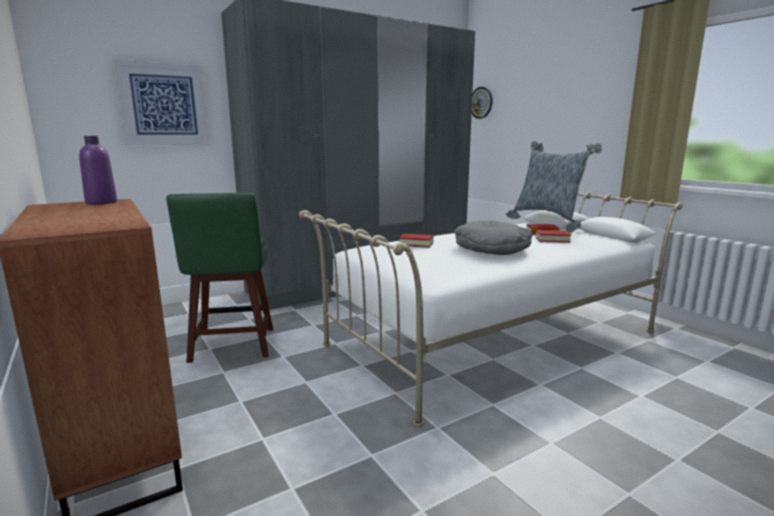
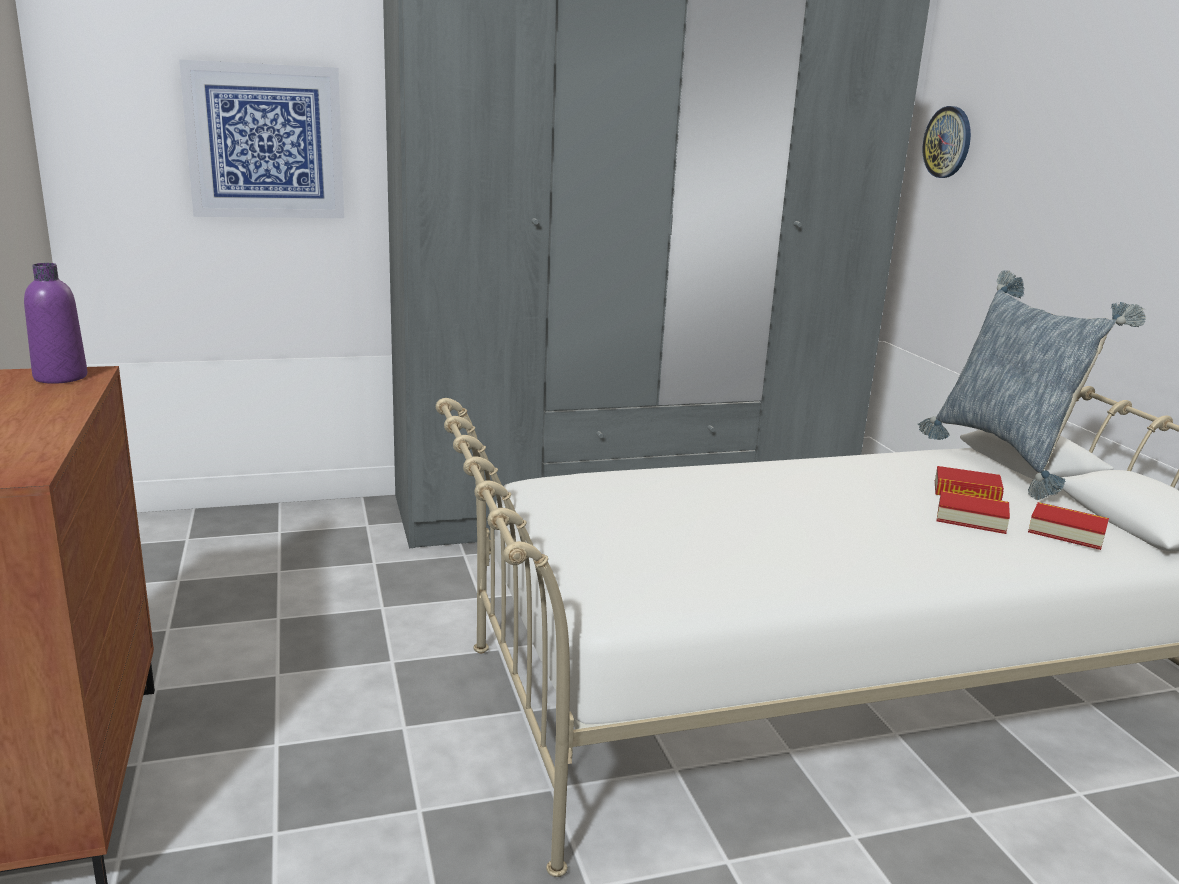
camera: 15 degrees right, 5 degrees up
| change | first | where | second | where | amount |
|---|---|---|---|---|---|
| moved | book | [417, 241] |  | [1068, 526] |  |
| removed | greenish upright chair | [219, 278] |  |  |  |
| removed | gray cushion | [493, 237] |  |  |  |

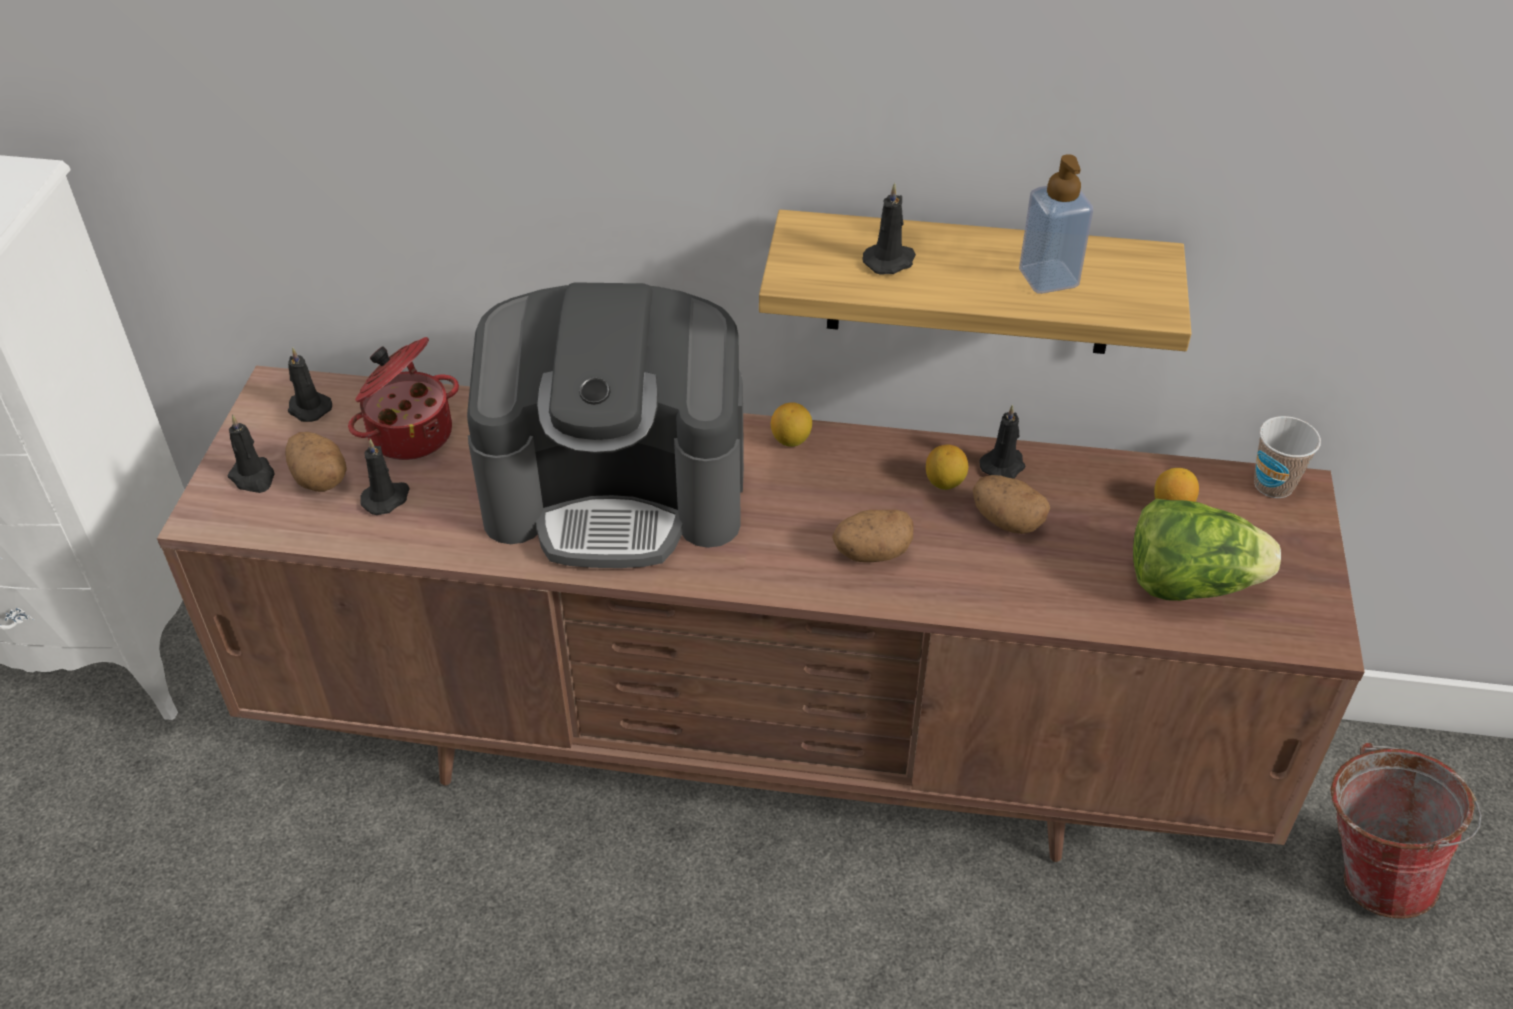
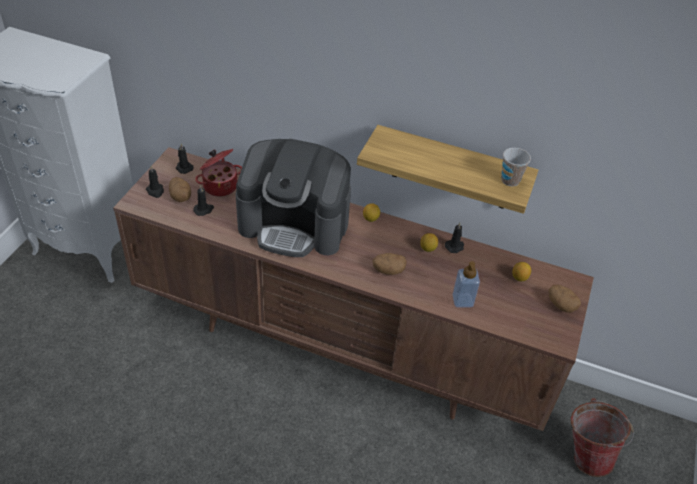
camera: 10 degrees right, 0 degrees up
| change | first | where | second | where | amount |
|---|---|---|---|---|---|
| moved | liquid soap bottle | [1056, 224] |  | [466, 284] |  |
| moved | drinking cup | [1287, 457] |  | [516, 167] |  |
| moved | spud | [1011, 504] |  | [565, 299] |  |
| removed | black-coloured candle | [889, 229] |  |  |  |
| removed | head of lettuce | [1207, 550] |  |  |  |

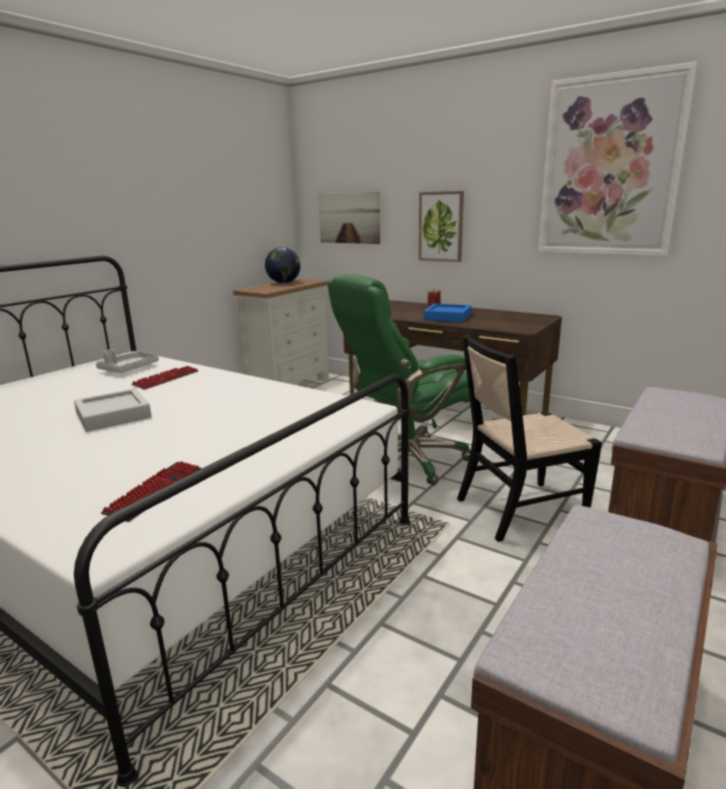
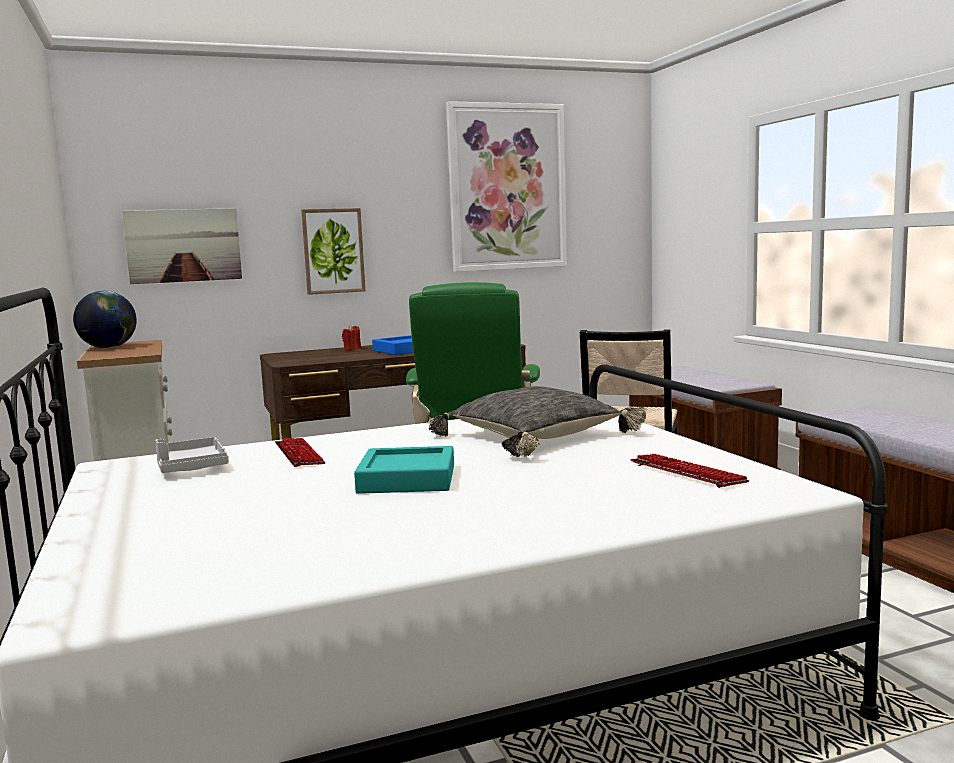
camera: 55 degrees left, 10 degrees down
| change | first | where | second | where | amount |
|---|---|---|---|---|---|
| recoloured | gray serving tray | [113, 410] | turquoise serving tray | [404, 470] |  |
| added |  |  | cushion | [537, 421] |  |

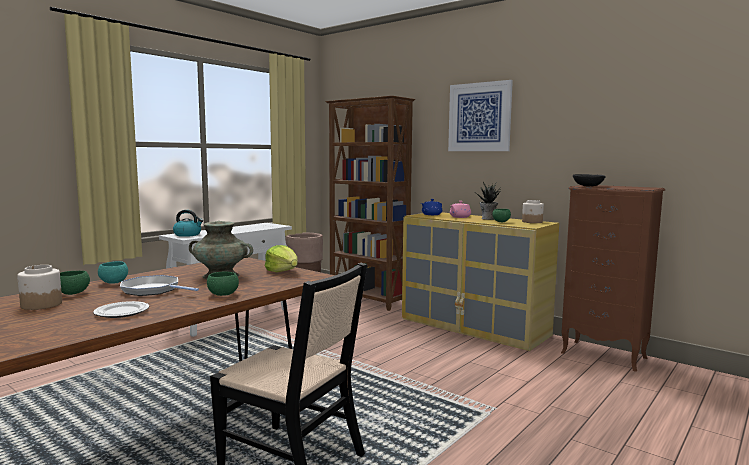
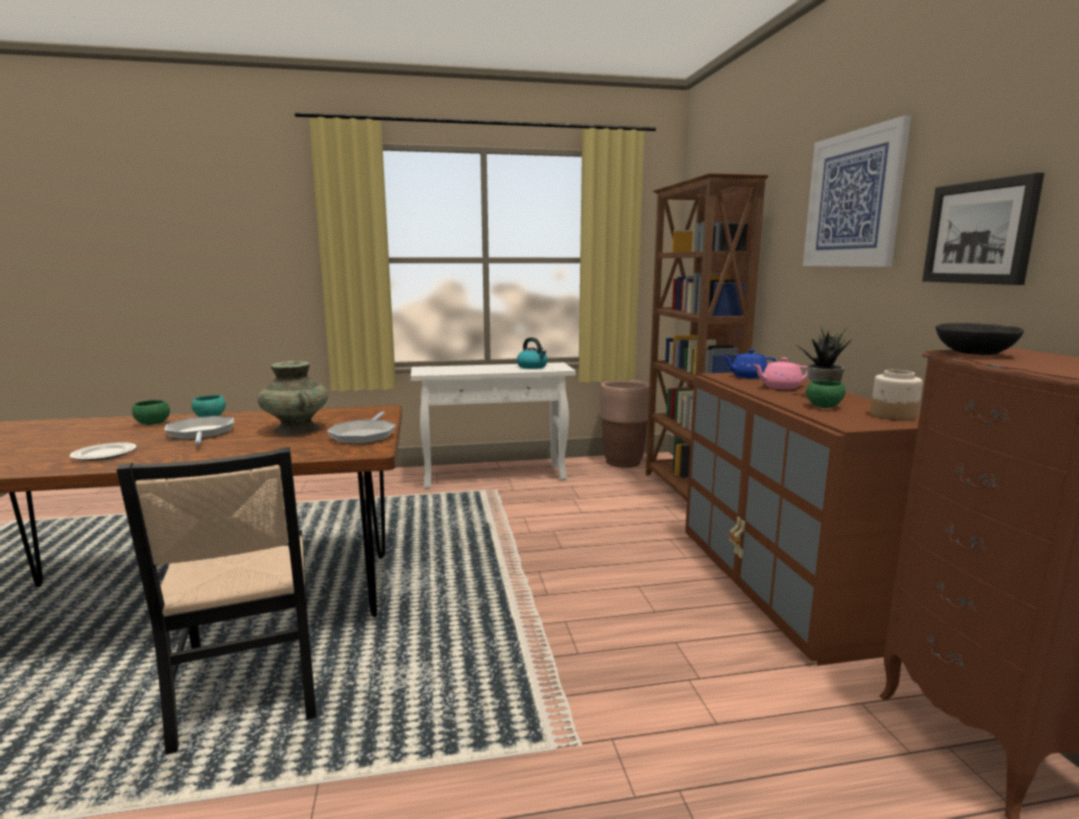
camera: 40 degrees right, 5 degrees up
| change | first | where | second | where | amount |
|---|---|---|---|---|---|
| replaced | head of lettuce | [281, 258] | pan | [361, 428] |  |
| moved | kettle | [188, 223] |  | [532, 353] |  |
| recoloured | yellow cupboard | [480, 281] | brown cupboard | [802, 519] |  |
| added |  |  | wall art | [983, 229] |  |
| removed | storage jar | [39, 287] |  |  |  |
| removed | greenish deep dish | [223, 284] |  |  |  |

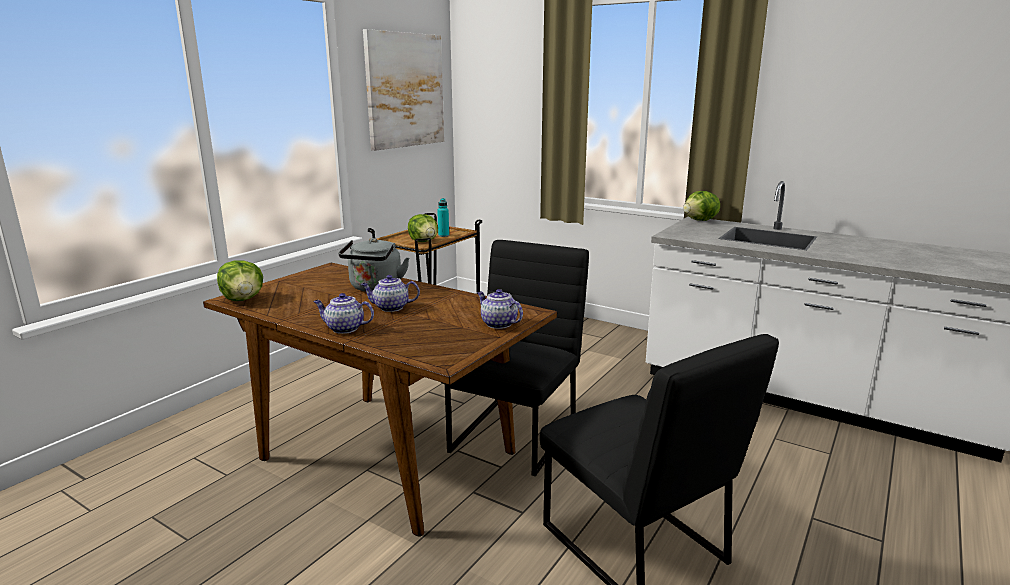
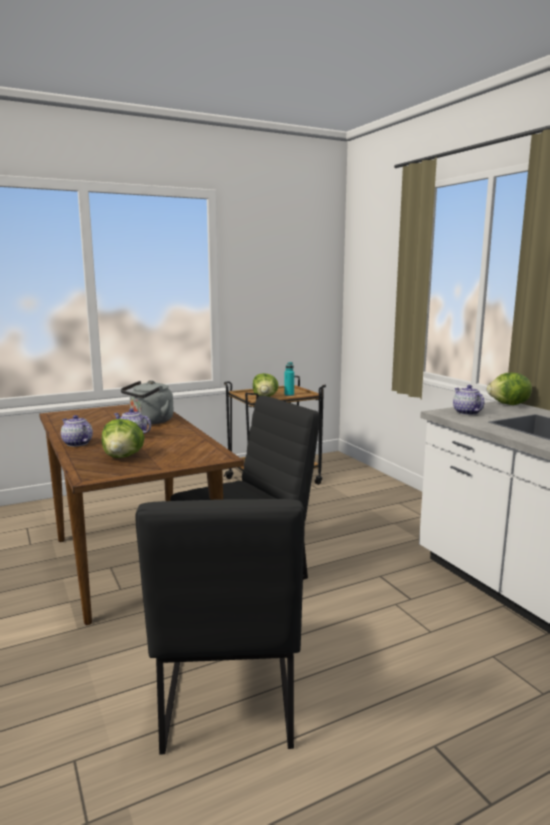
camera: 30 degrees right, 5 degrees down
| change | first | where | second | where | amount |
|---|---|---|---|---|---|
| moved | head of lettuce | [240, 281] |  | [123, 438] |  |
| moved | tea pot | [500, 309] |  | [468, 400] |  |
| removed | wall art | [403, 90] |  |  |  |

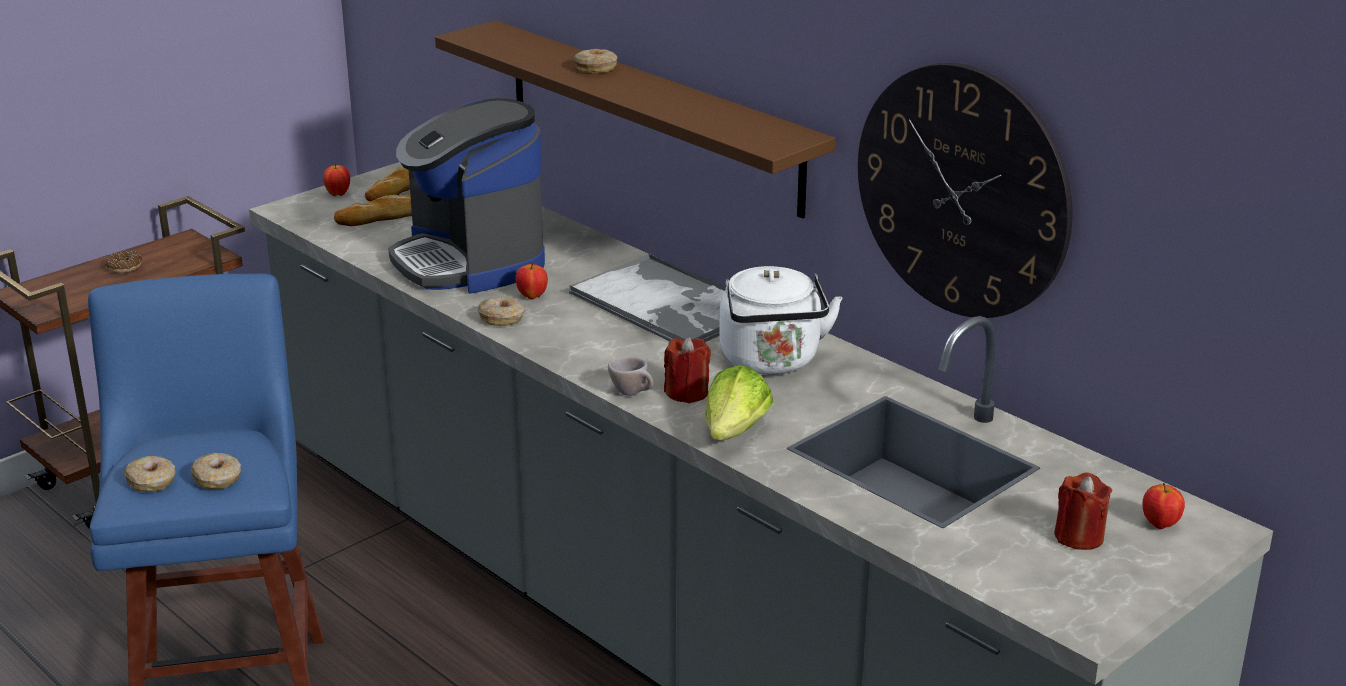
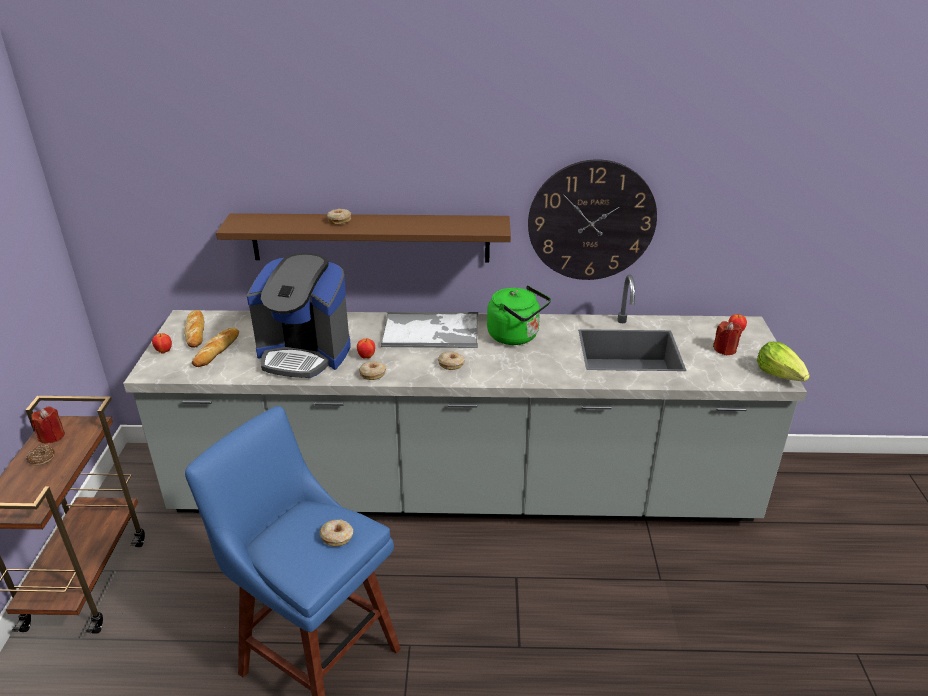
camera: 45 degrees left, 5 degrees up
| change | first | where | second | where | amount |
|---|---|---|---|---|---|
| moved | reddish candle | [687, 370] |  | [48, 425] |  |
| moved | doughnut | [150, 474] |  | [451, 360] |  |
| recoloured | whitish kettle | [781, 320] | greenish kettle | [519, 315] |  |
| moved | head of lettuce | [739, 403] |  | [783, 361] |  |
| removed | sand-coloured drinking cup | [631, 376] |  |  |  |

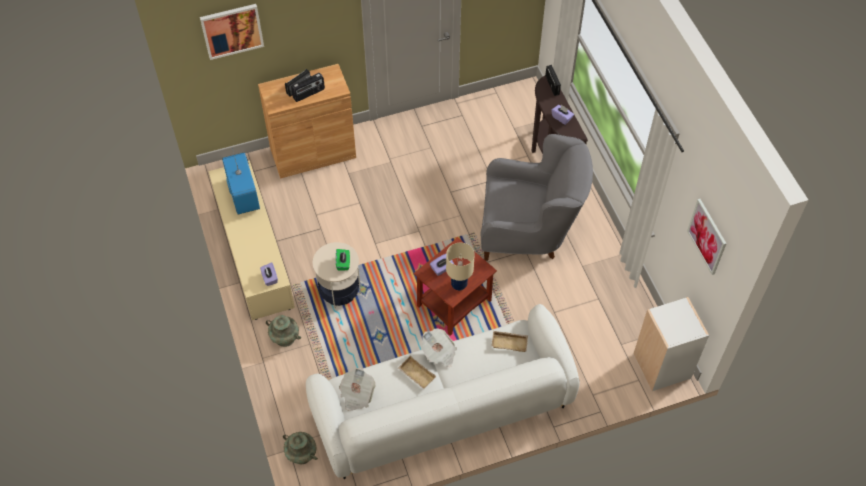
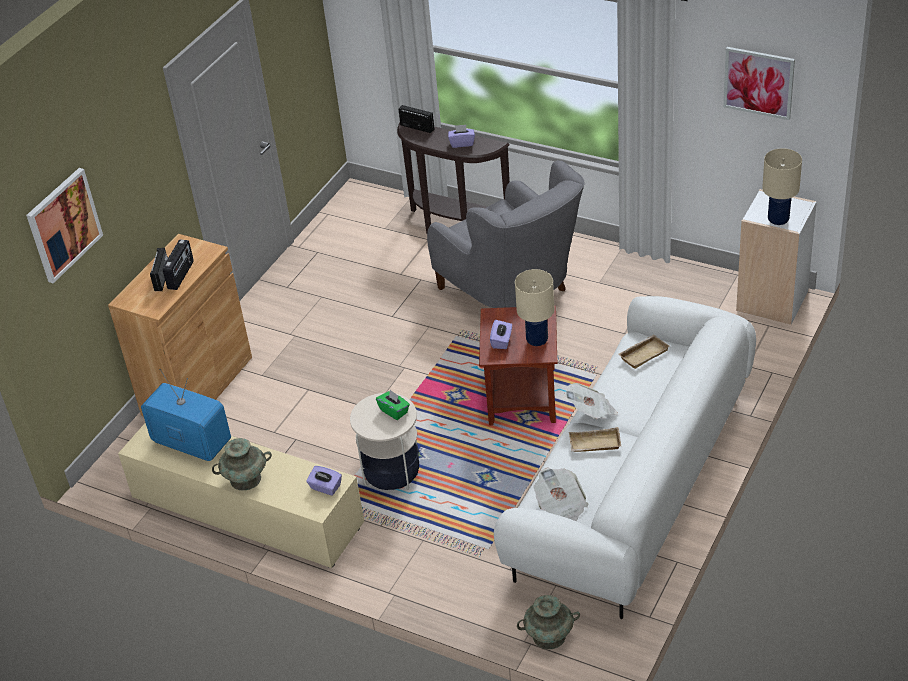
camera: 40 degrees left, 15 degrees down
| change | first | where | second | where | amount |
|---|---|---|---|---|---|
| moved | turquoise flower vase | [283, 331] |  | [242, 464] |  |
| turned | gray lounge chair | [537, 197] |  | [506, 234] | 90 degrees clockwise |
| added |  |  | sand-coloured table lamp | [782, 186] |  |

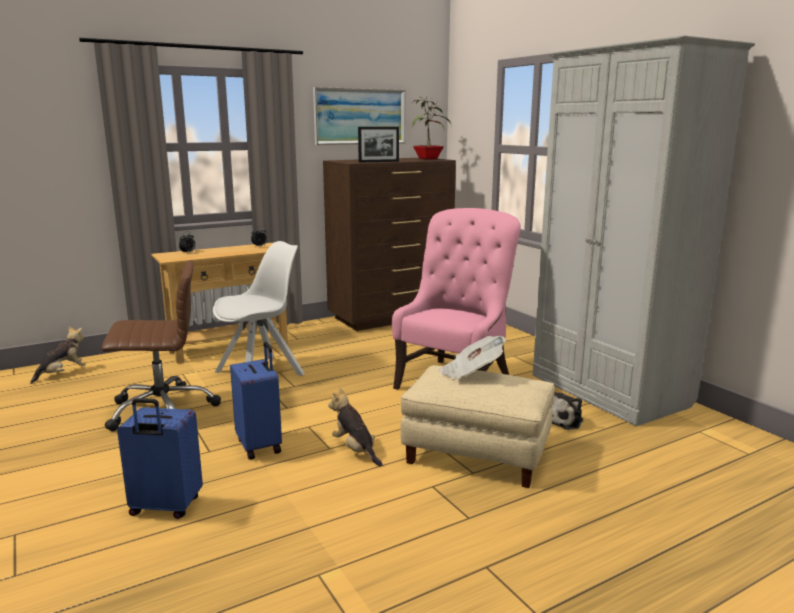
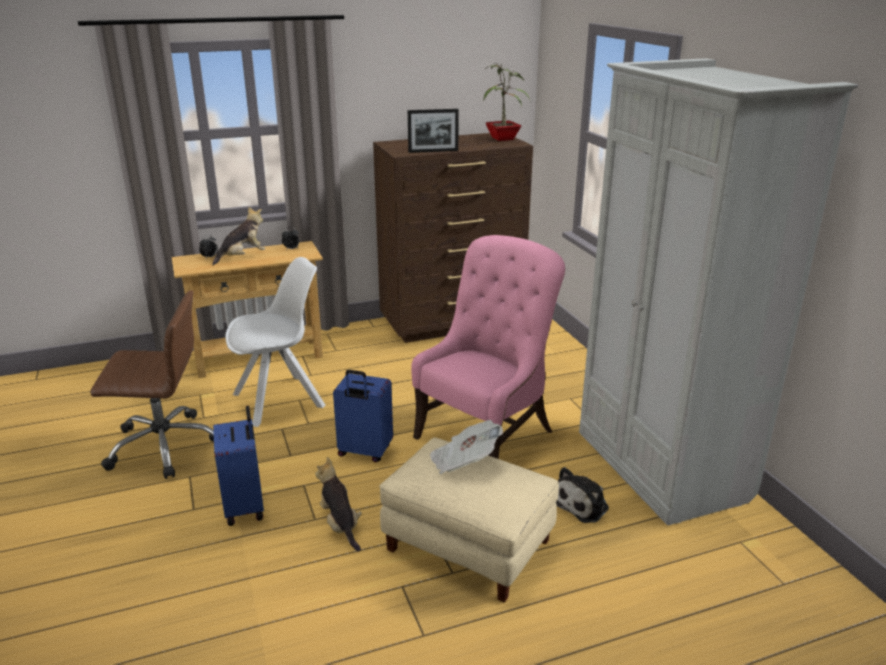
camera: 10 degrees right, 10 degrees up
| change | first | where | second | where | amount |
|---|---|---|---|---|---|
| moved | soft toy | [58, 355] |  | [238, 235] |  |
| moved | blue-coloured suitcase | [160, 458] |  | [363, 416] |  |
| removed | wall art | [359, 116] |  |  |  |

